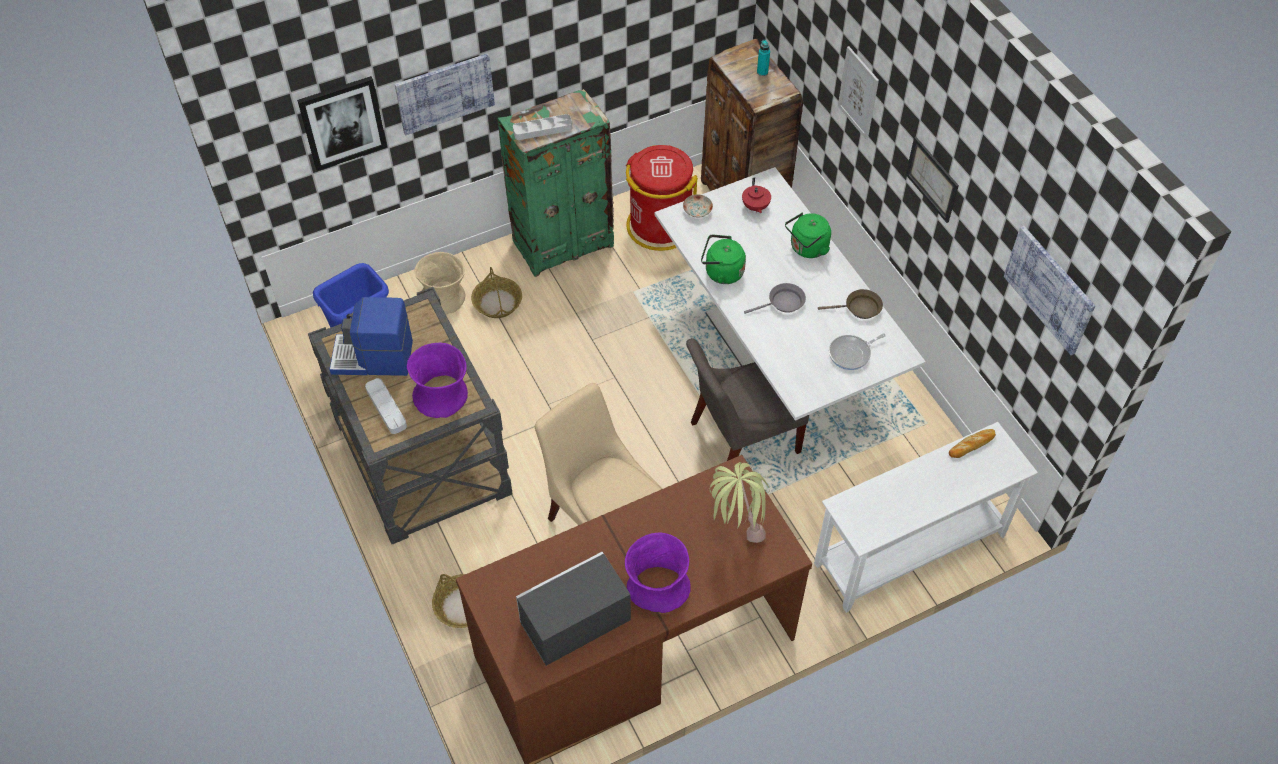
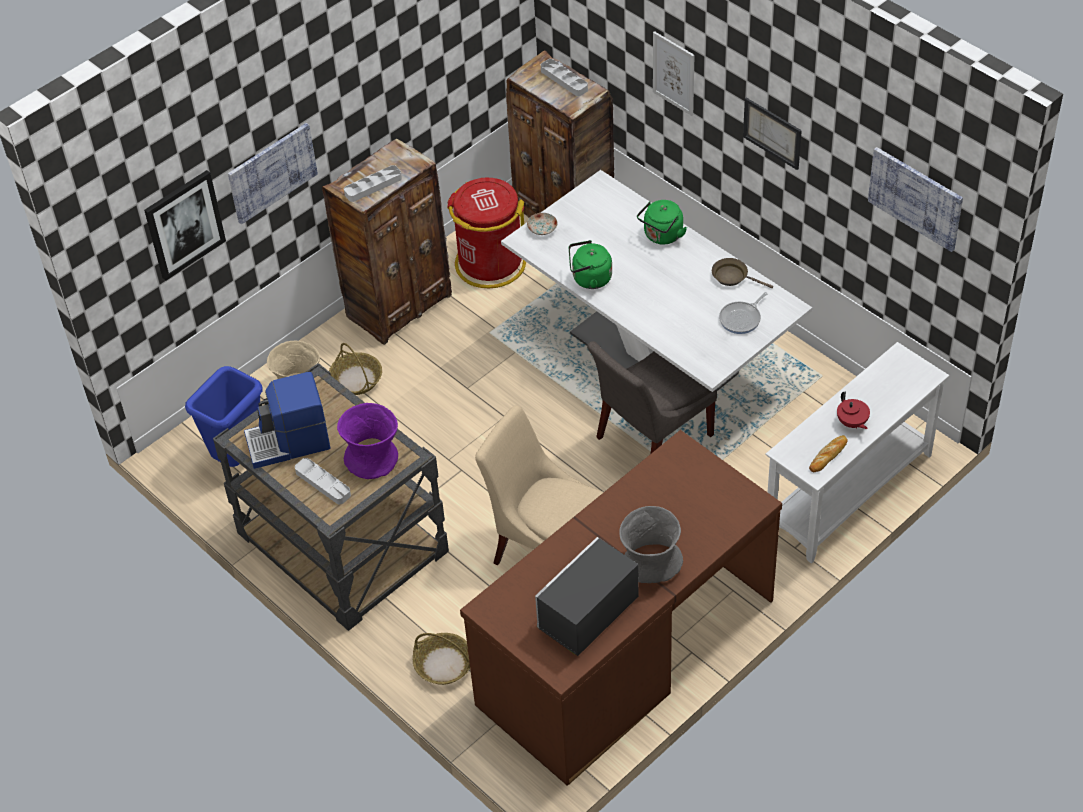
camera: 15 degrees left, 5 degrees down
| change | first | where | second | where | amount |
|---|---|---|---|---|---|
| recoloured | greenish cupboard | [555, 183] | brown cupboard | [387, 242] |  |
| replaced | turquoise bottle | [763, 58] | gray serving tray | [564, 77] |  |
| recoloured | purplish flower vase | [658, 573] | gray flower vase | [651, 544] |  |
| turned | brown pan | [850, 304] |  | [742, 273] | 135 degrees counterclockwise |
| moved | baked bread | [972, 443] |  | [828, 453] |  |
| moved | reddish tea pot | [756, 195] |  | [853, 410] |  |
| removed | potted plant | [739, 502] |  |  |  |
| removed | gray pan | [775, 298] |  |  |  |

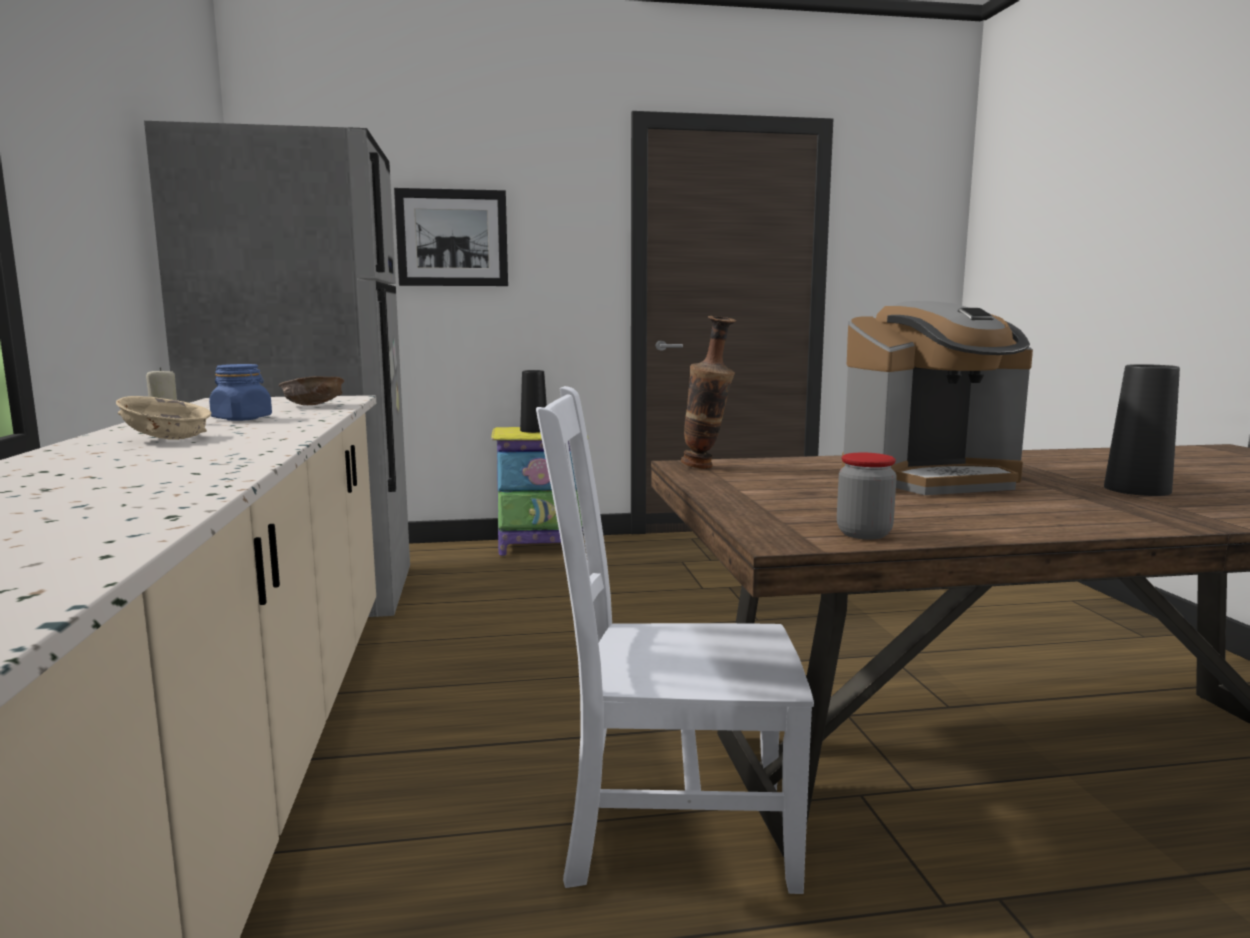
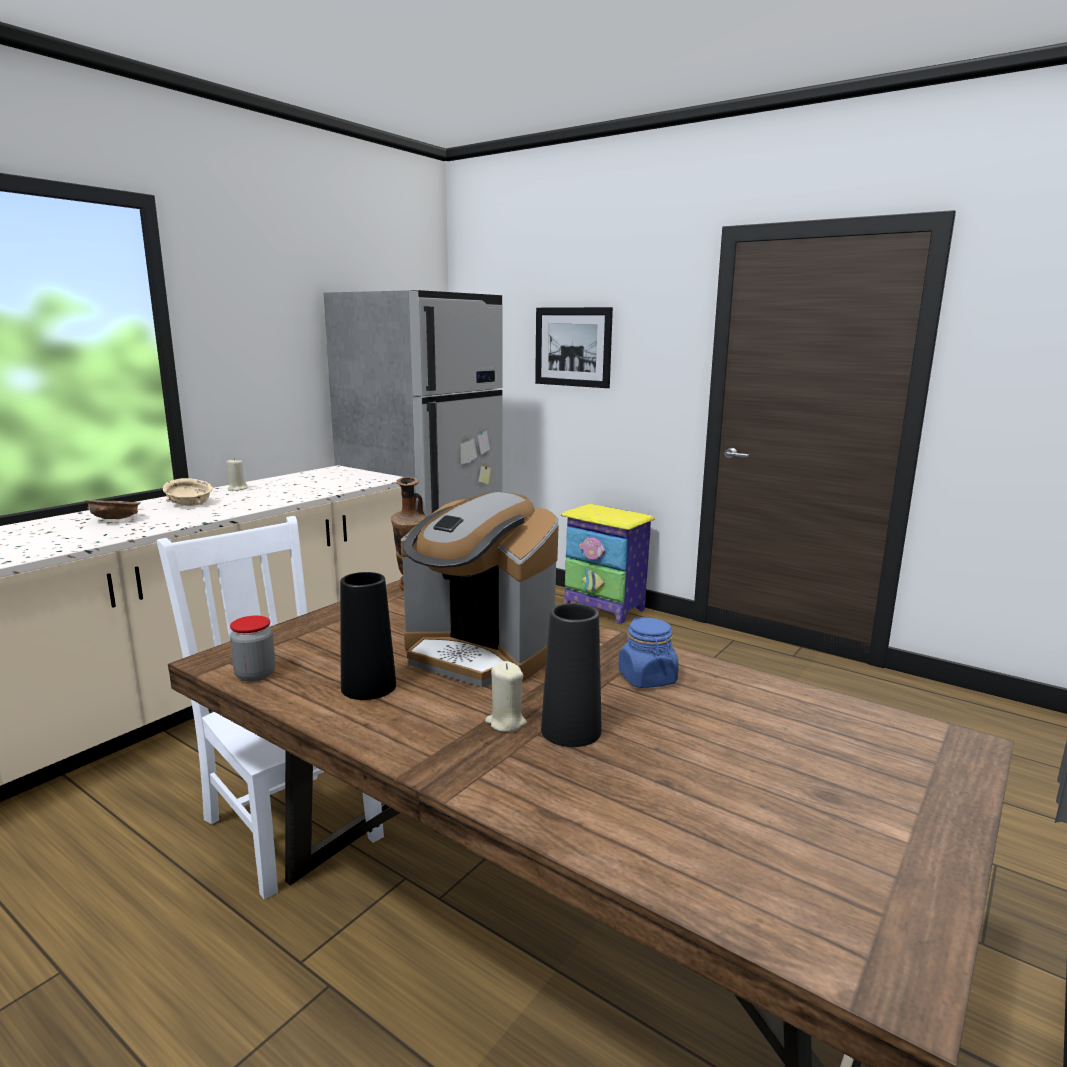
camera: 45 degrees right, 5 degrees up
| change | first | where | second | where | amount |
|---|---|---|---|---|---|
| moved | brown deep dish | [311, 390] |  | [113, 509] |  |
| moved | black-coloured flower vase | [533, 401] |  | [368, 636] |  |
| added |  |  | sand-coloured candle | [506, 696] |  |
| moved | blue-coloured storage jar | [240, 392] |  | [648, 652] |  |

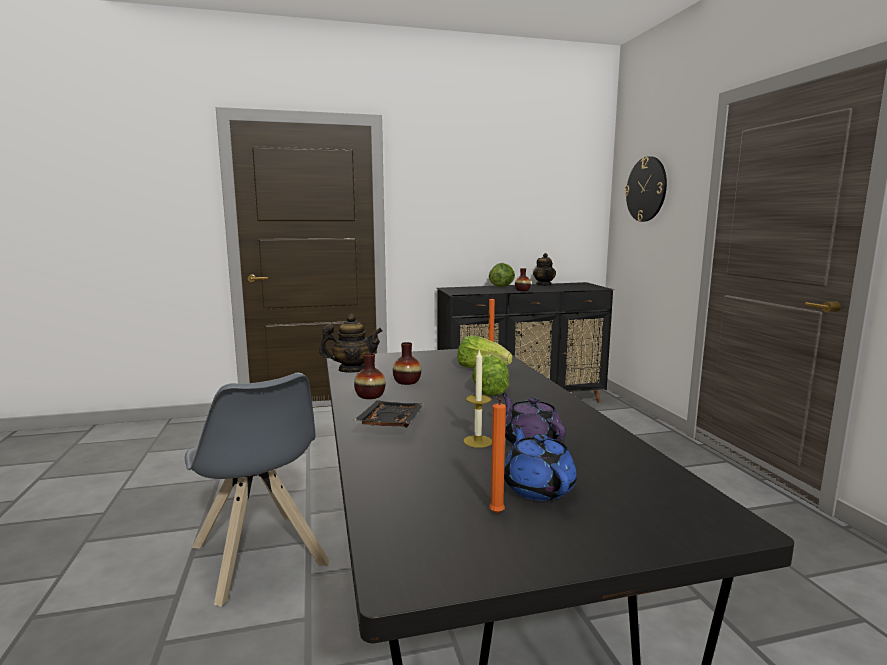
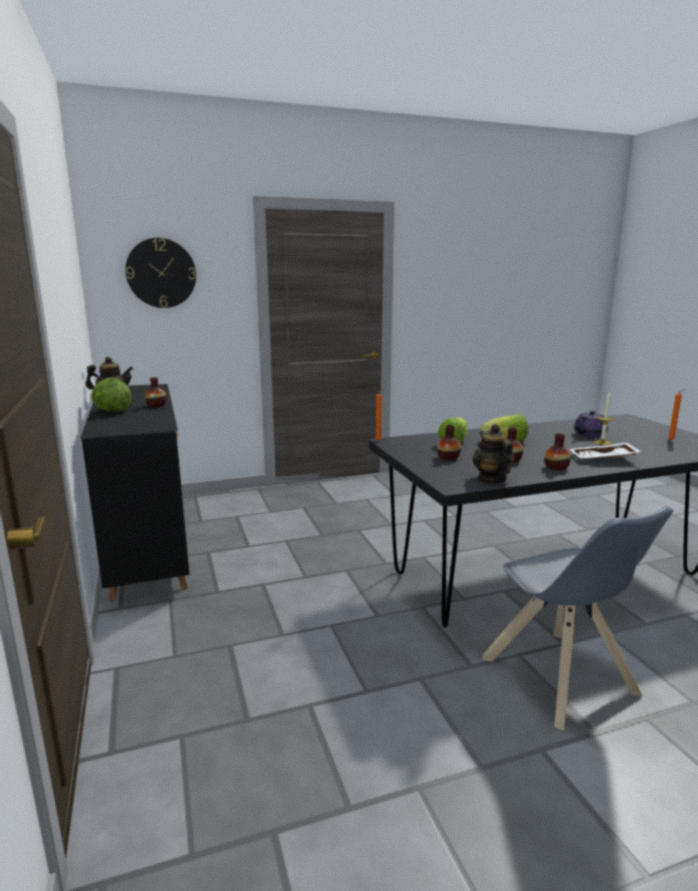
camera: 95 degrees left, 5 degrees up
| change | first | where | second | where | amount |
|---|---|---|---|---|---|
| added |  |  | flower vase | [449, 442] |  |
| turned | gray upright chair | [257, 490] |  | [577, 618] | 105 degrees clockwise |
| recoloured | black-coloured serving tray | [388, 414] | whitish serving tray | [605, 451] |  |
| removed | blue-coloured tea pot | [540, 463] |  |  |  |

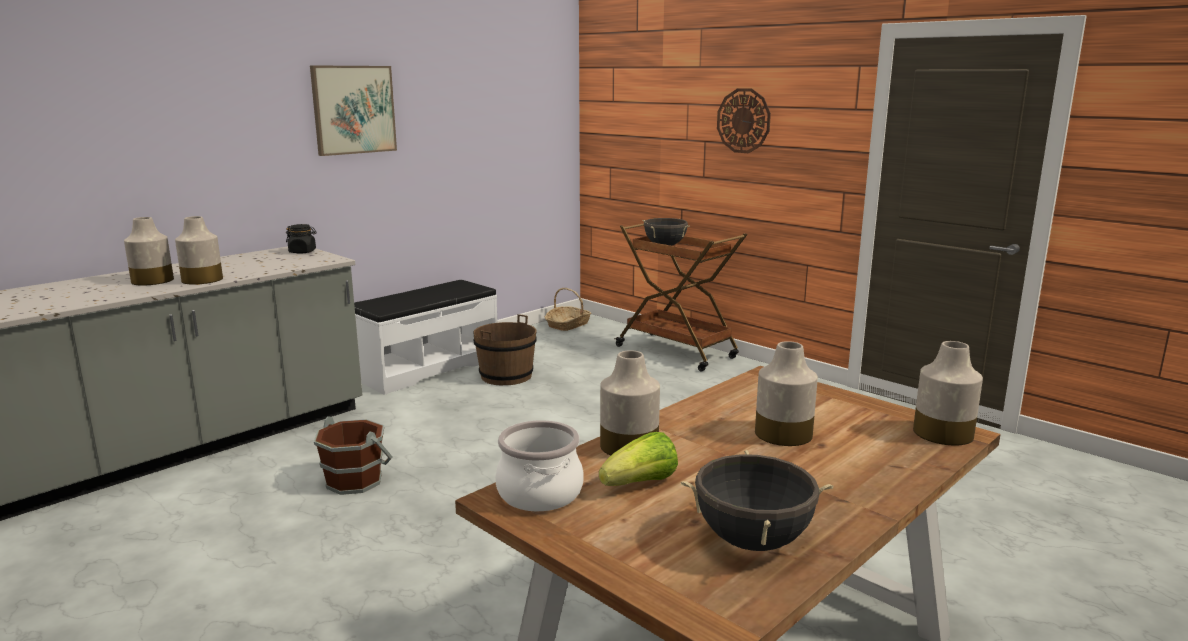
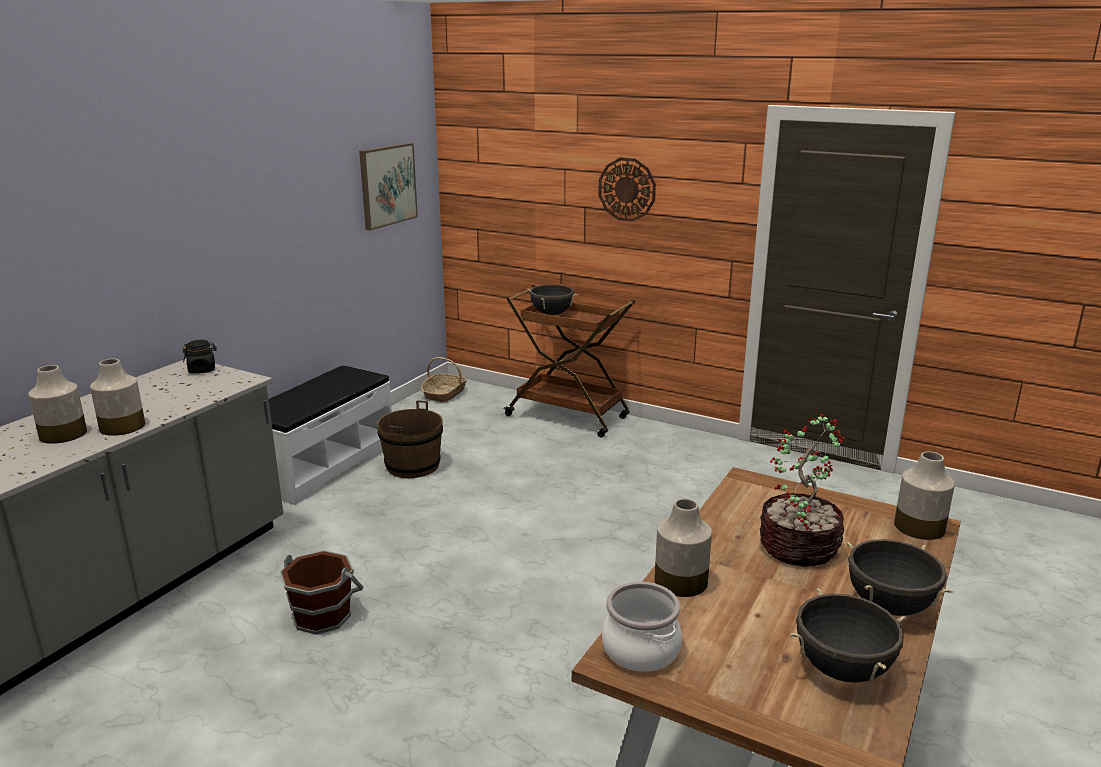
camera: 15 degrees left, 5 degrees up
| change | first | where | second | where | amount |
|---|---|---|---|---|---|
| moved | wall art | [353, 110] |  | [388, 186] |  |
| replaced | sand-coloured flower vase | [786, 393] | potted plant | [802, 490] |  |
| added |  |  | black-coloured stockpot | [899, 577] |  |
| removed | head of lettuce | [638, 459] |  |  |  |

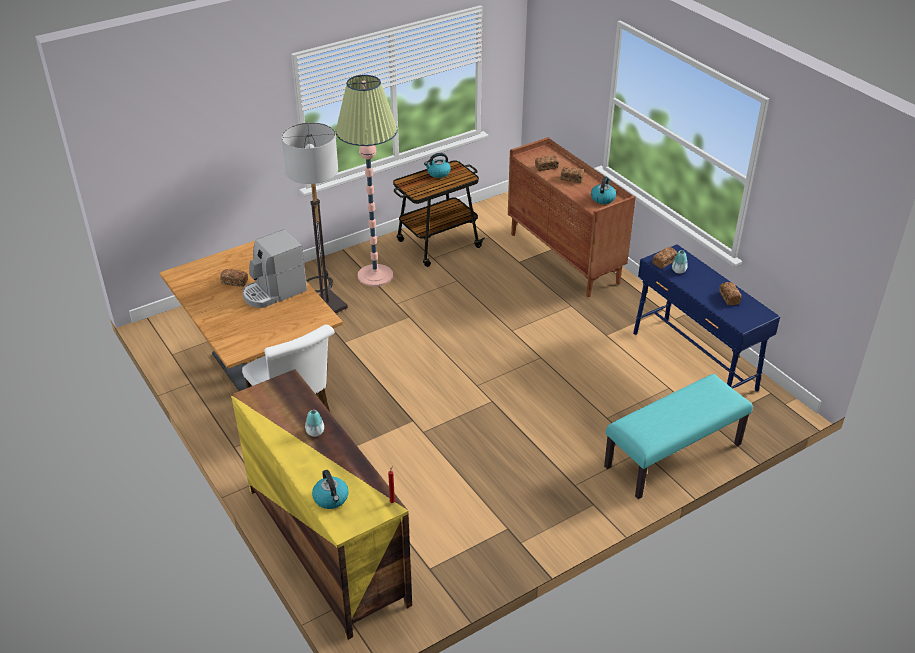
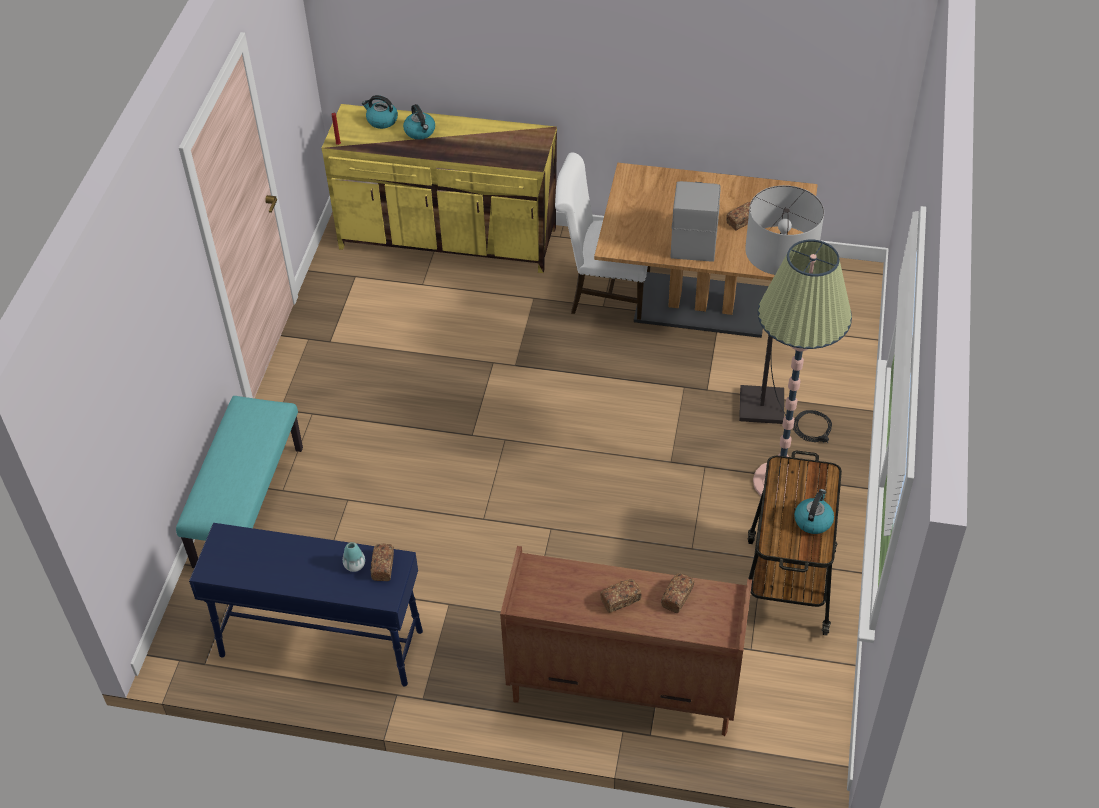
camera: 135 degrees right, 10 degrees up
| change | first | where | second | where | amount |
|---|---|---|---|---|---|
| moved | kettle | [603, 190] |  | [419, 122] |  |
| removed | flower vase | [314, 423] |  |  |  |
| removed | baked bread | [730, 293] |  |  |  |

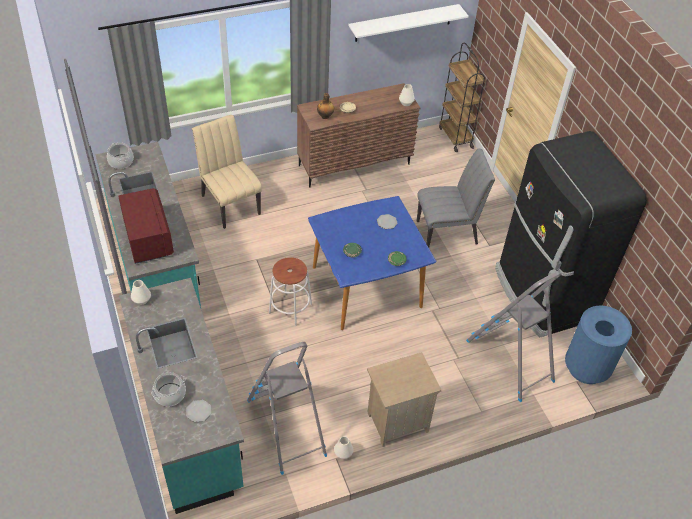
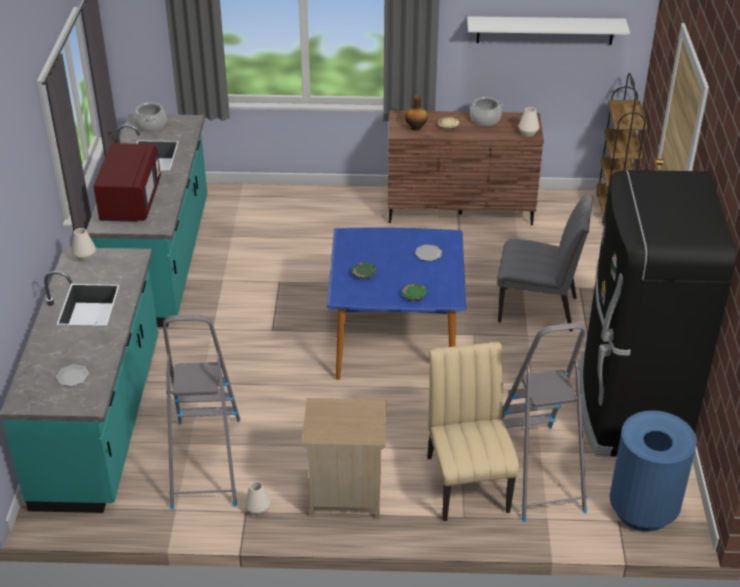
camera: 25 degrees right, 10 degrees down
| change | first | where | second | where | amount |
|---|---|---|---|---|---|
| moved | sand-coloured upright chair | [227, 172] |  | [473, 431] |  |
| moved | stockpot | [168, 389] |  | [486, 111] |  |
| removed | whitish stool seat | [290, 291] |  |  |  |

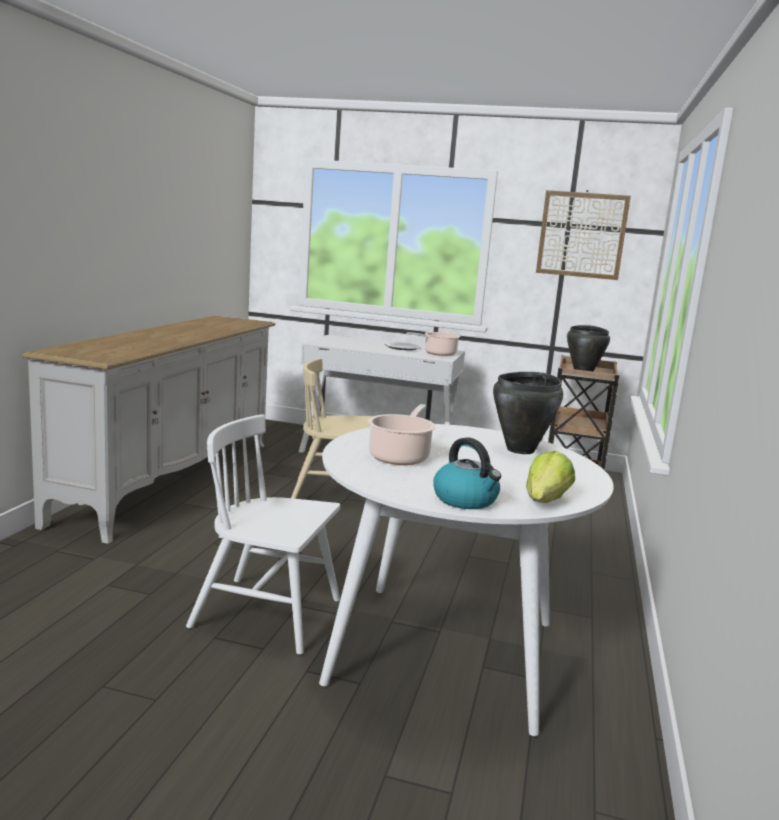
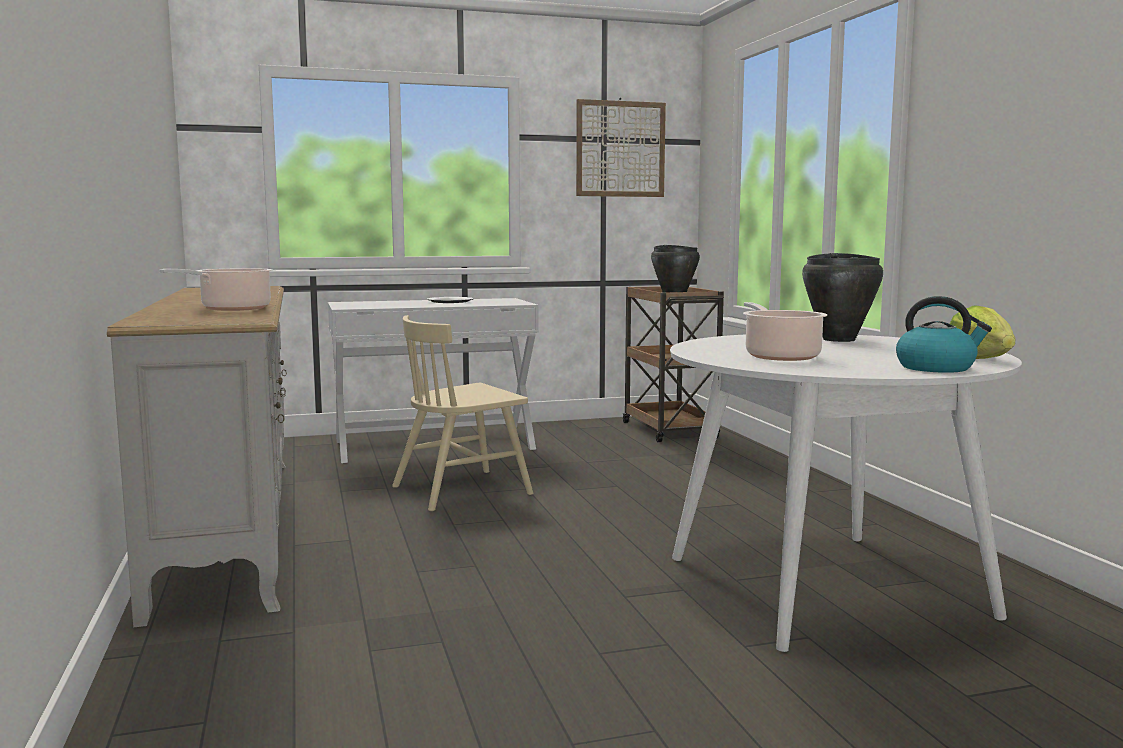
camera: 30 degrees left, 5 degrees down
| change | first | where | second | where | amount |
|---|---|---|---|---|---|
| moved | stockpot | [433, 344] |  | [216, 289] |  |
| removed | whitish upright chair | [263, 535] |  |  |  |

